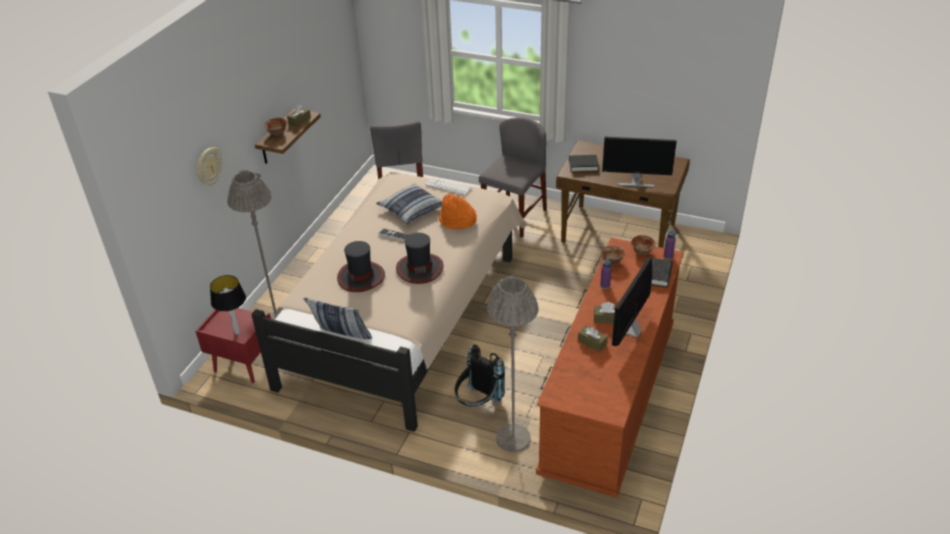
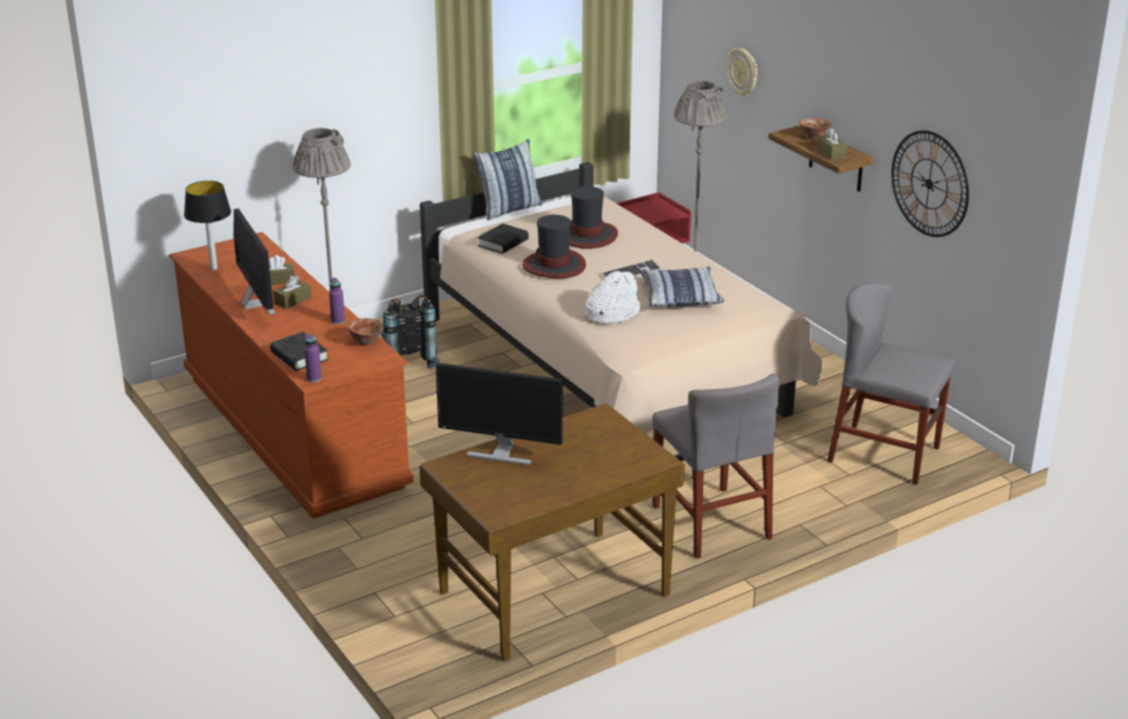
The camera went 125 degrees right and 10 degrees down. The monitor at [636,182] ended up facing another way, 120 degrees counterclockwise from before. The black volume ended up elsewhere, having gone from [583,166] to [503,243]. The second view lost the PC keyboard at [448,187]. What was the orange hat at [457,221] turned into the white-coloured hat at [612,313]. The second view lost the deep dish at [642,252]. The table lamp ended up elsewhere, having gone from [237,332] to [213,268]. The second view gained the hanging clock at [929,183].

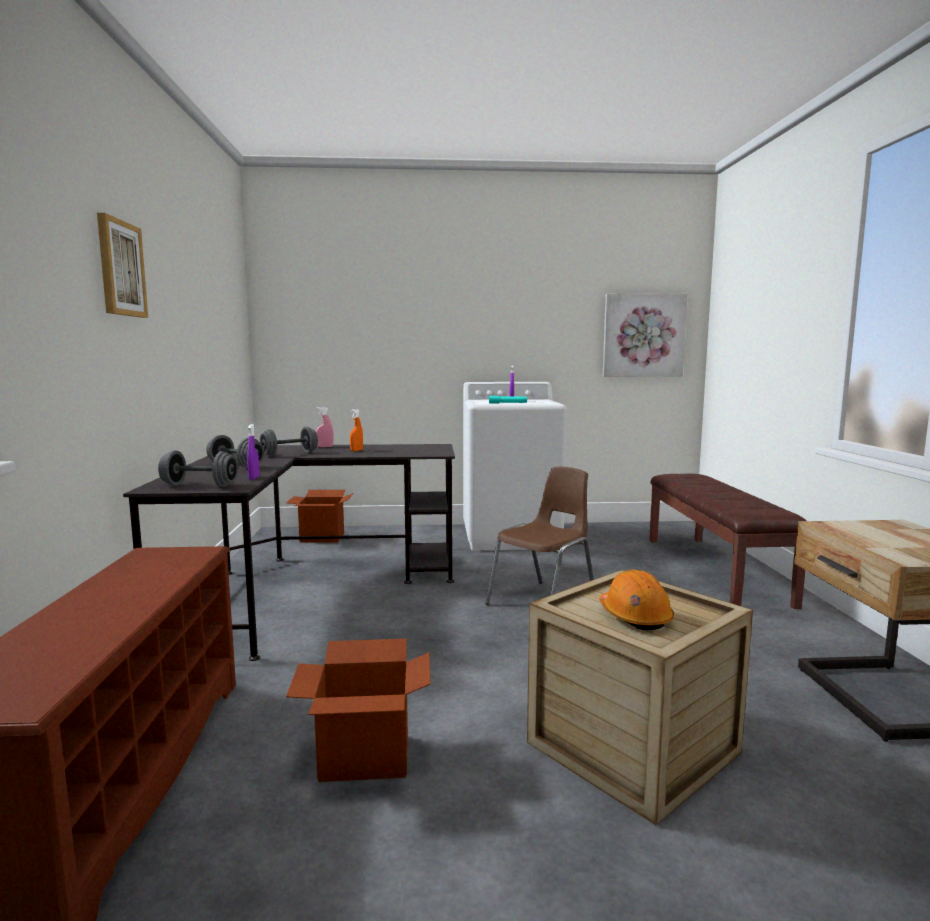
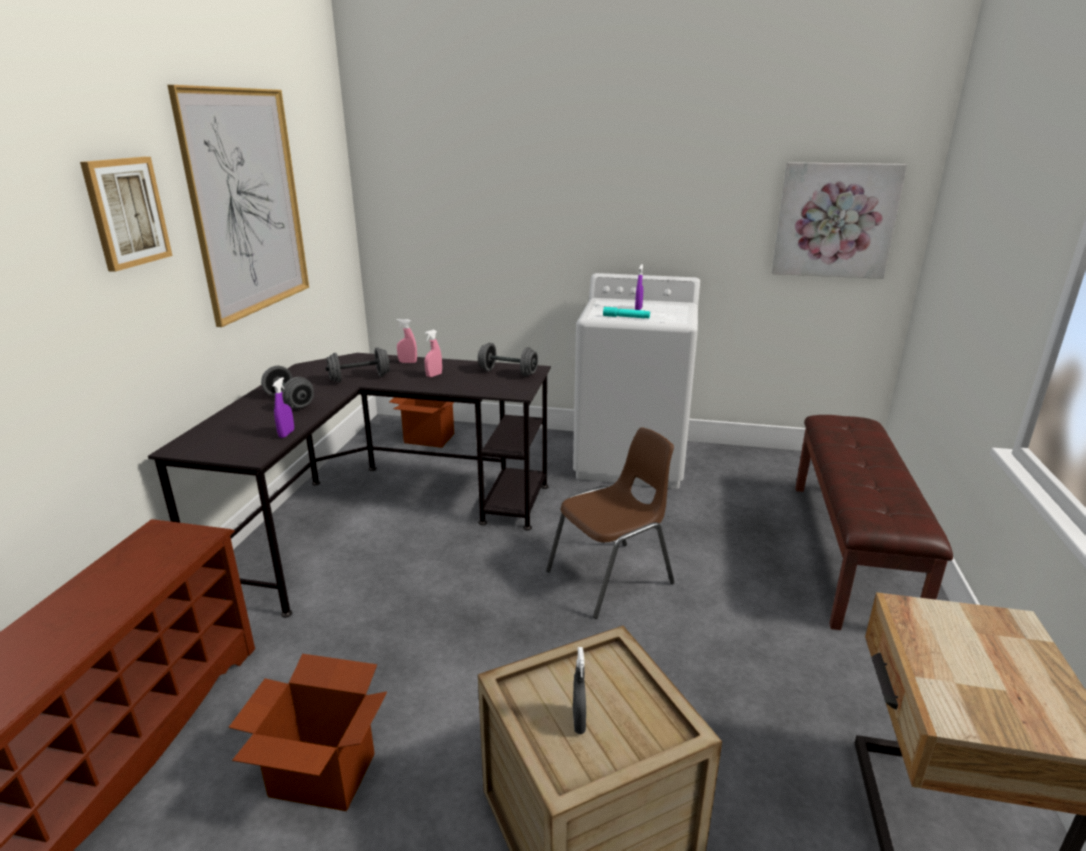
The camera went 15 degrees right and 15 degrees up. What was the orange spray bottle at [356,450] turned into the pink spray bottle at [434,375]. The greyish free weight ended up elsewhere, having gone from [200,485] to [508,372]. Where the orange hard hat stood at [635,616], the greyish spray bottle came to stand at [579,722]. The second view gained the wall art at [247,203].

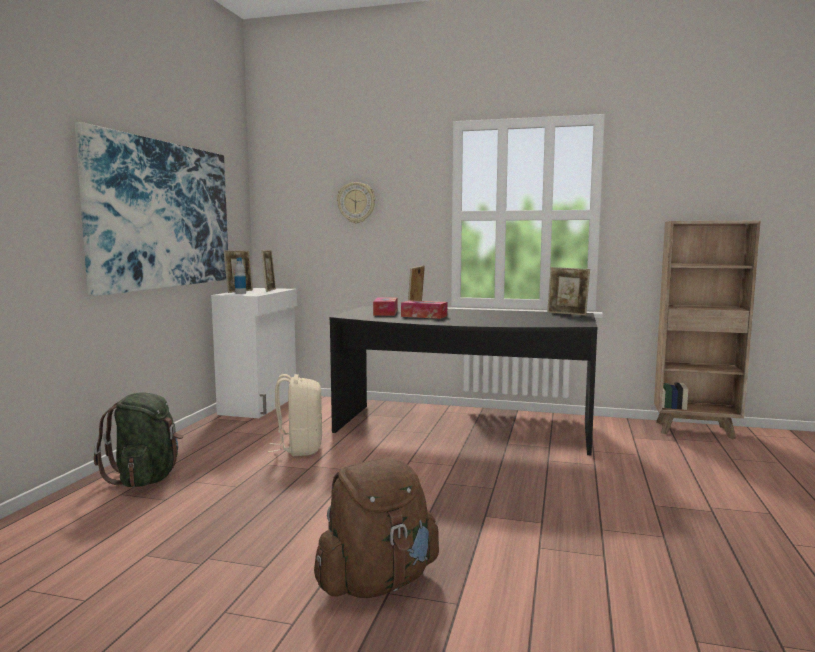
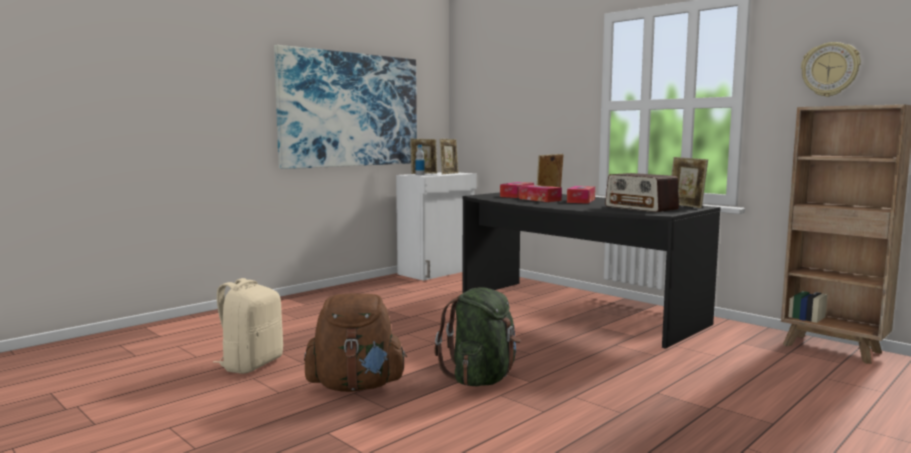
The camera went 30 degrees right and 0 degrees up. The hanging clock ended up elsewhere, having gone from [356,202] to [830,69]. The sand-coloured backpack ended up elsewhere, having gone from [299,448] to [251,364]. The greenish backpack ended up elsewhere, having gone from [146,479] to [481,378]. The second view gained the radio set at [641,208]. The second view gained the box of tissues at [581,201].

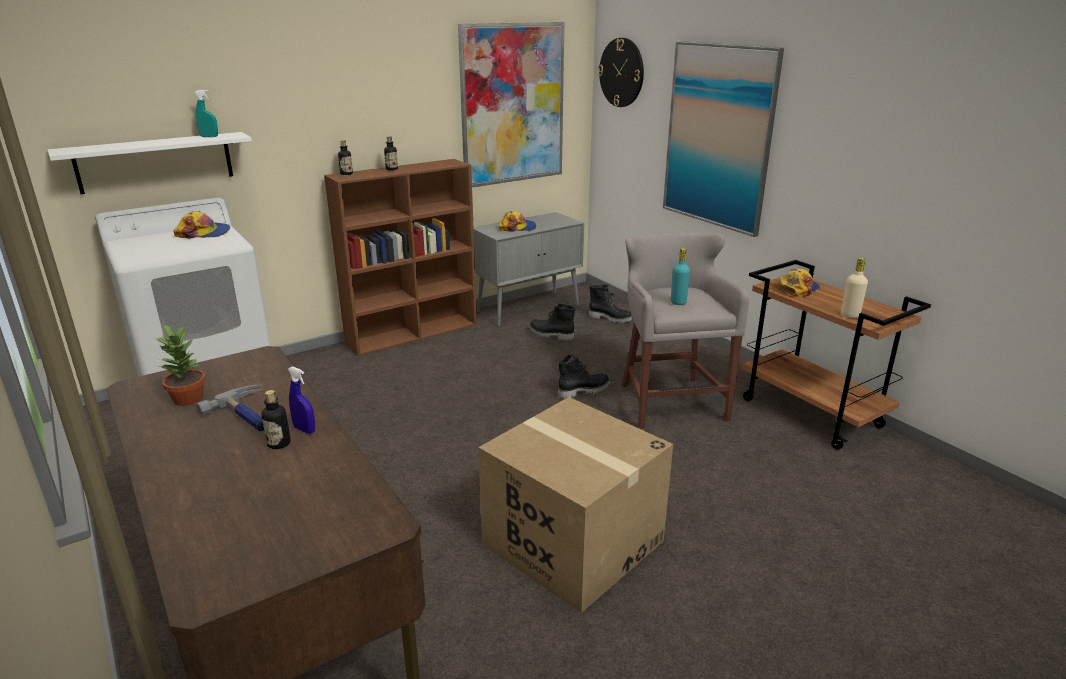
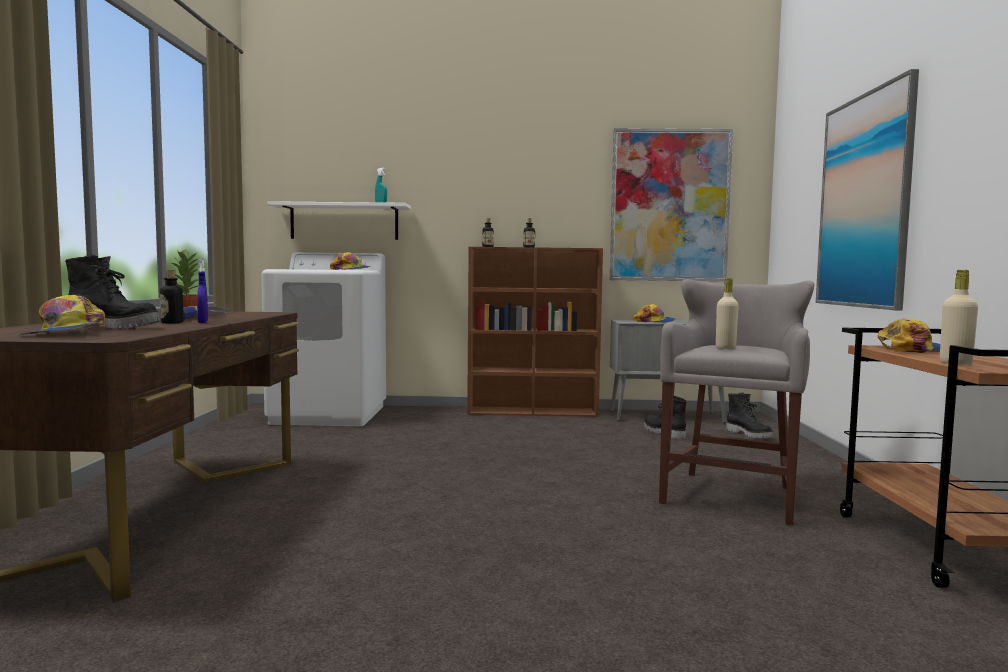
The camera went 35 degrees right and 20 degrees down. The second view lost the hanging clock at [621,72]. What was the turquoise-coloured beverage bottle at [678,302] turned into the sand-coloured beverage bottle at [725,348]. The black boot ended up elsewhere, having gone from [583,390] to [115,327]. The second view lost the packing box at [572,542]. The second view gained the cap at [65,333].

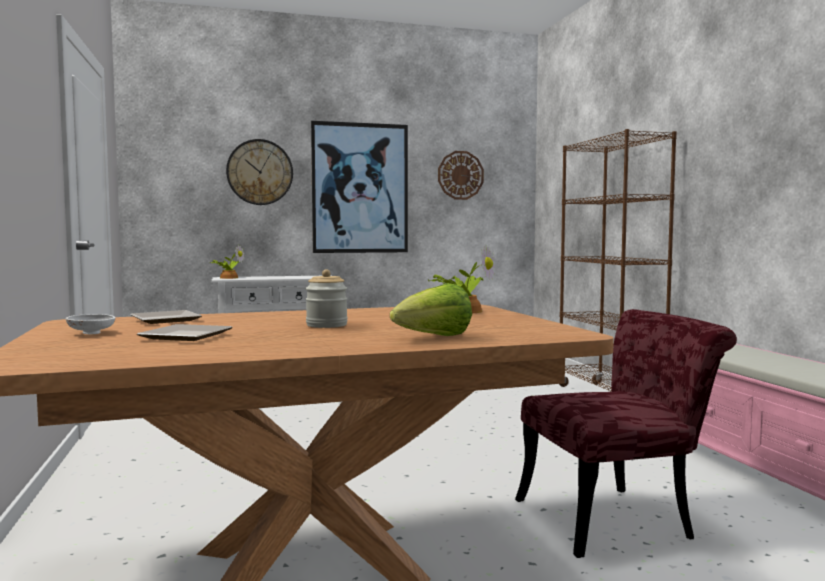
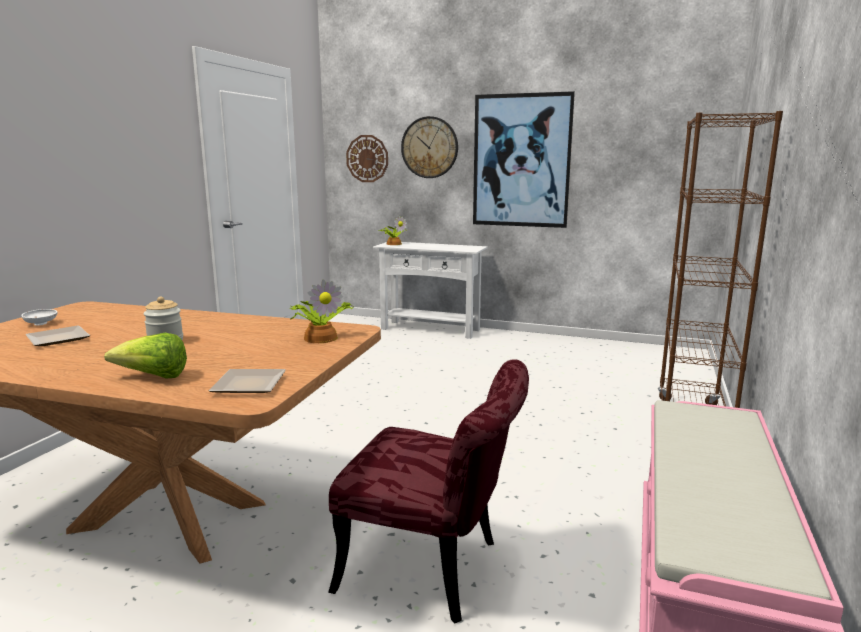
The camera went 35 degrees right and 10 degrees up. The hanging clock ended up elsewhere, having gone from [460,175] to [367,158]. The plate ended up elsewhere, having gone from [168,320] to [250,386].

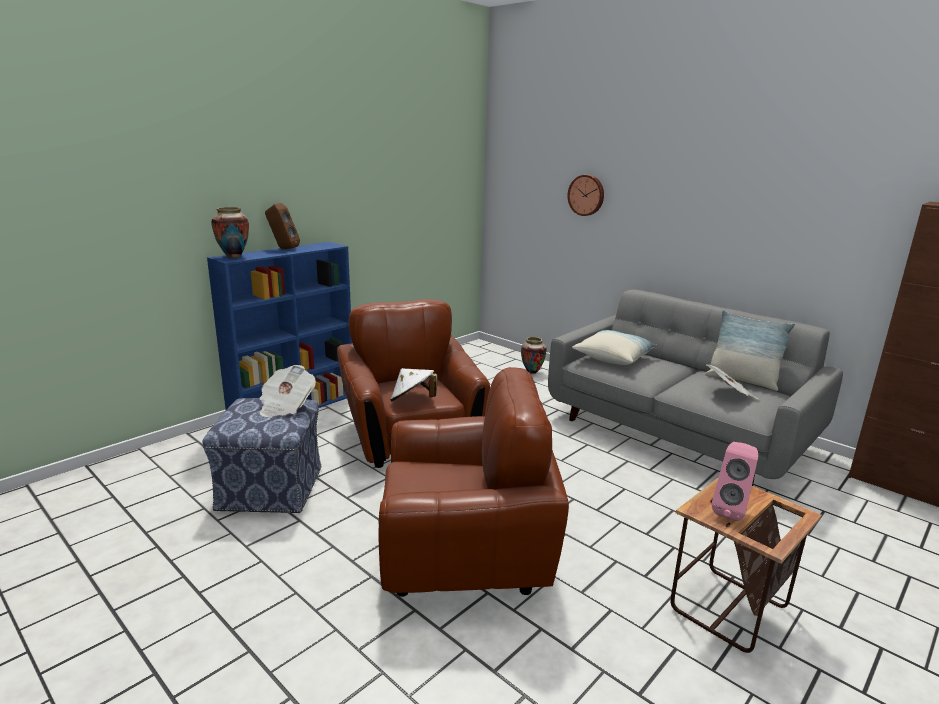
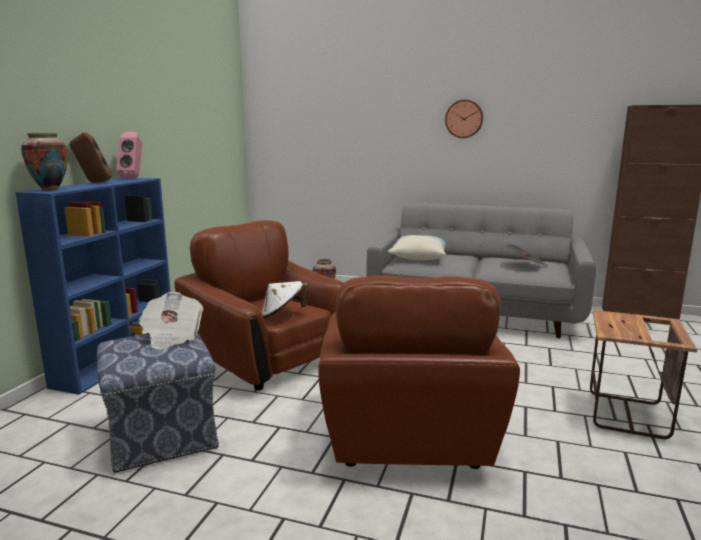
The camera went 25 degrees left and 5 degrees down. The hanging clock ended up elsewhere, having gone from [586,195] to [464,119]. The second view lost the pillow at [742,381]. The brownish armchair at [466,551] ended up facing another way, 120 degrees clockwise from before. The pink loudspeaker ended up elsewhere, having gone from [731,510] to [134,178].

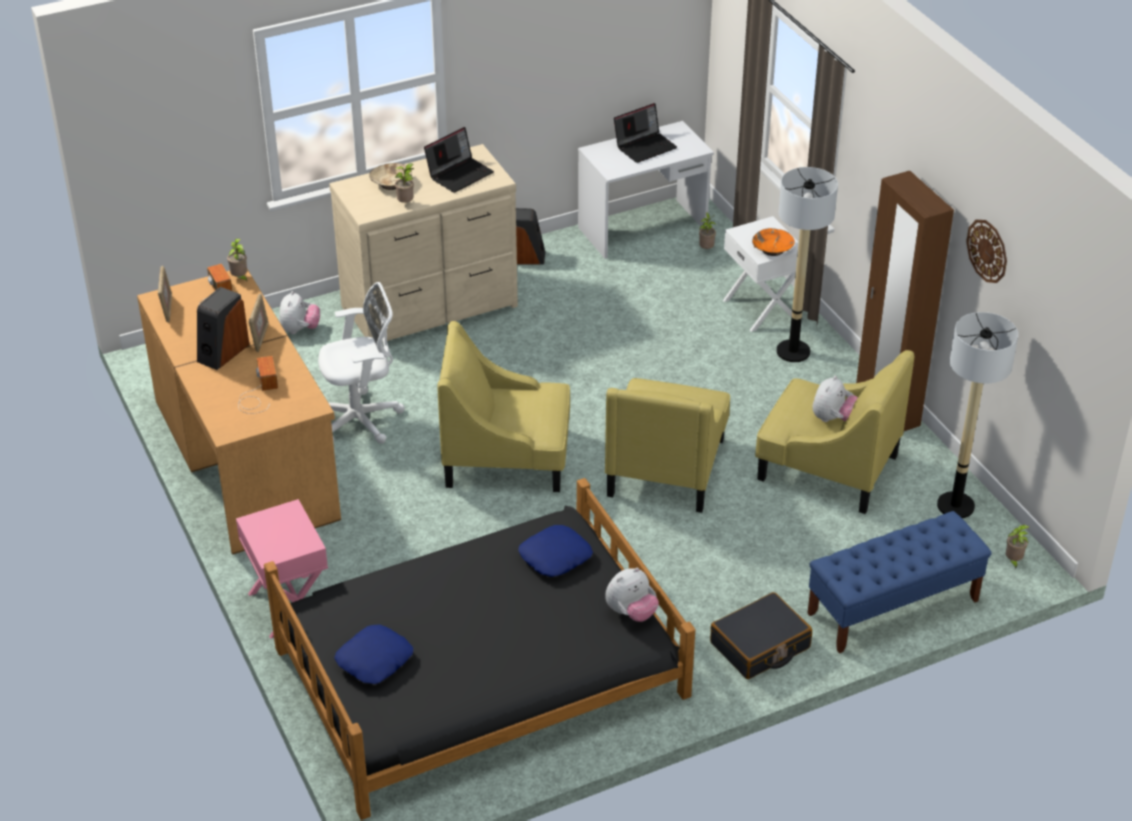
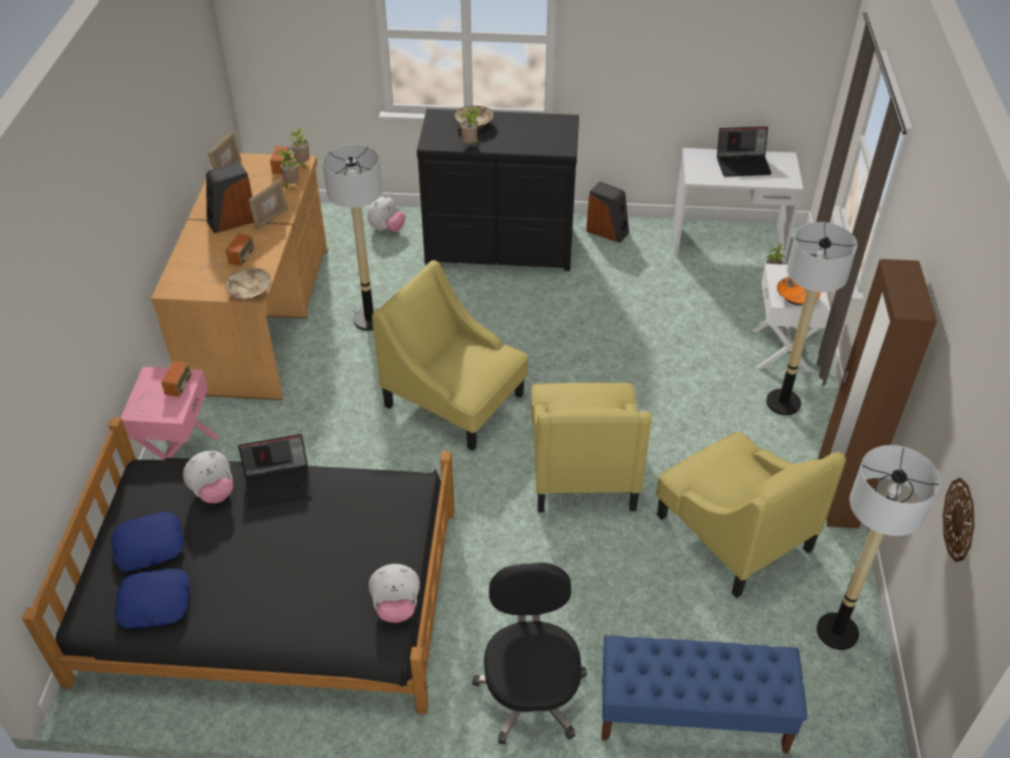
The camera went 30 degrees right and 5 degrees up. The portable computer ended up elsewhere, having gone from [460,174] to [279,483]. What was the sand-coloured dresser at [431,308] turned into the black dresser at [500,247]. The hanging clock ended up elsewhere, having gone from [987,250] to [960,519]. Where the white-coloured office chair stood at [361,419], the standing lamp came to stand at [369,320]. The soft toy ended up elsewhere, having gone from [833,418] to [214,492]. The yellow armchair at [666,466] ended up facing another way, 45 degrees counterclockwise from before. The blue-coloured pillow ended up elsewhere, having gone from [555,556] to [154,602]. The houseplant ended up elsewhere, having gone from [1013,561] to [291,185]. Where the black travel case stood at [760,646], the black office chair came to stand at [531,692]. The second view gained the sand-coloured deep dish at [249,291]. The second view gained the radio set at [161,396].

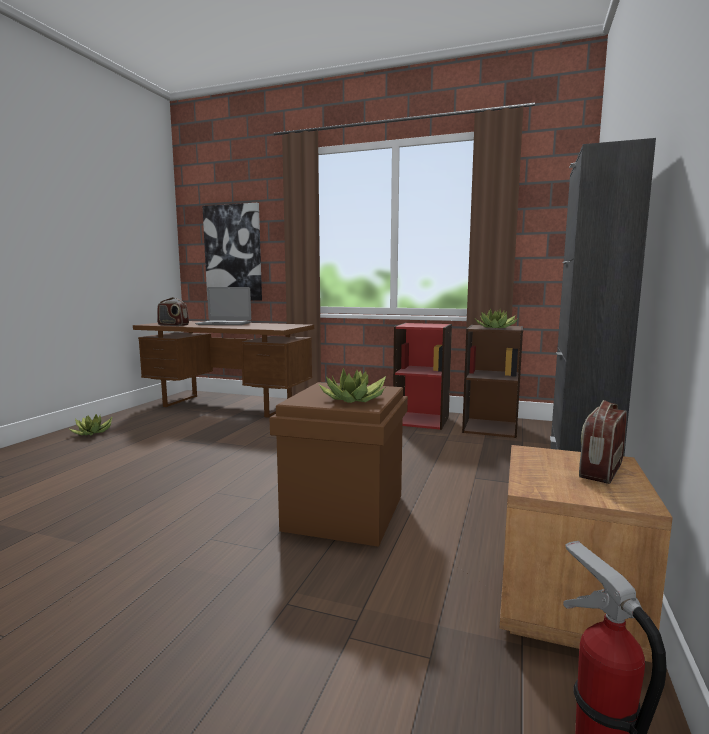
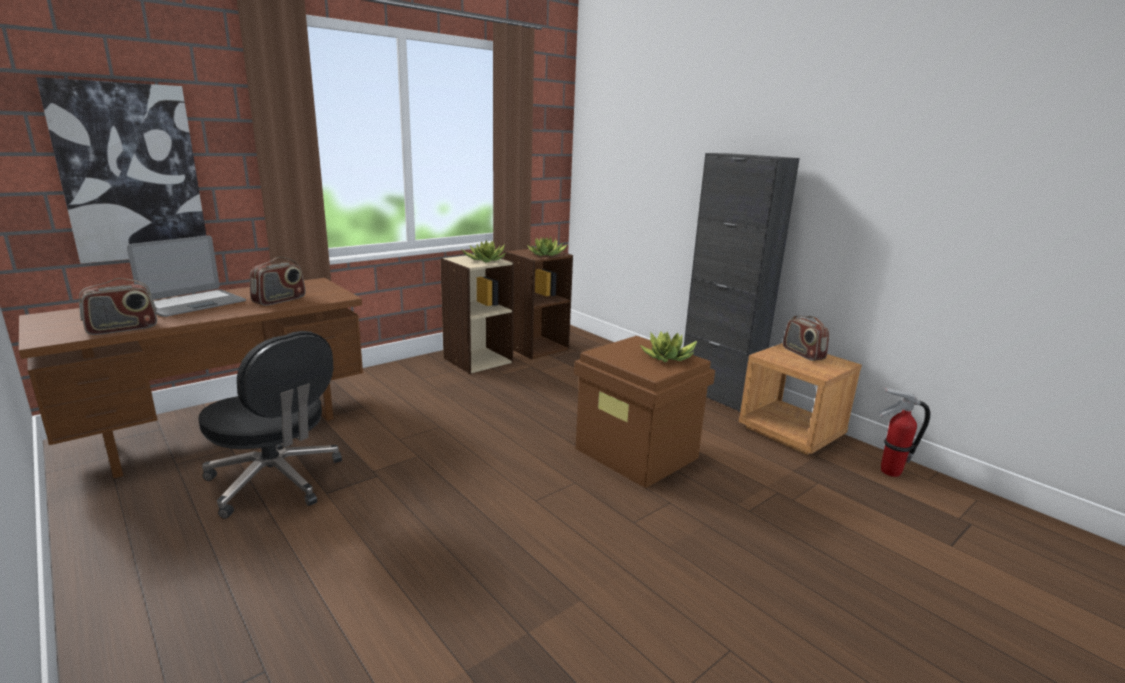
The camera went 60 degrees left and 10 degrees up. What was the red-coloured shelving unit at [421,420] turned into the sand-coloured shelving unit at [477,360]. The houseplant ended up elsewhere, having gone from [93,432] to [485,260]. The second view gained the radio set at [279,300]. The second view gained the black office chair at [276,481].

